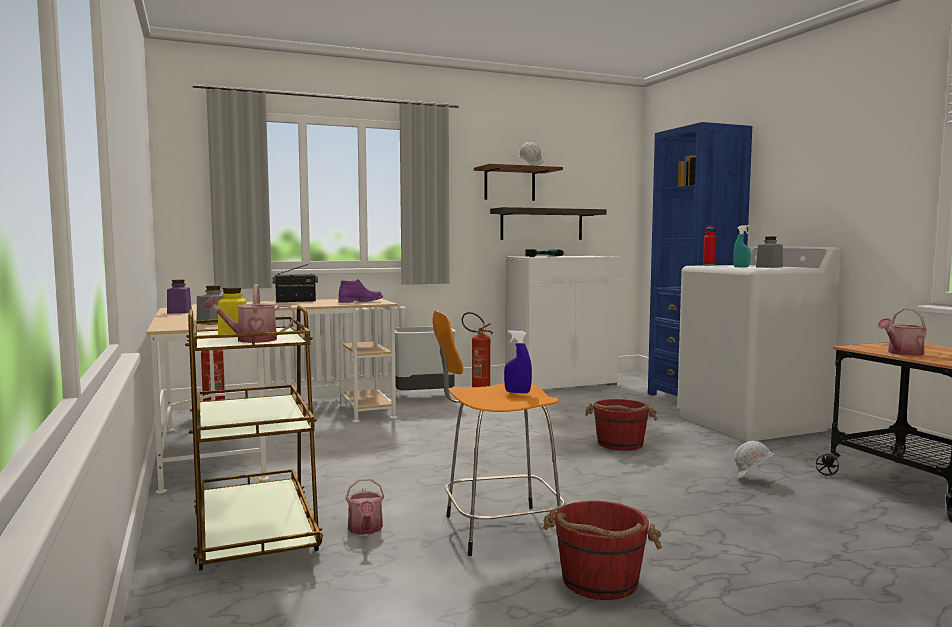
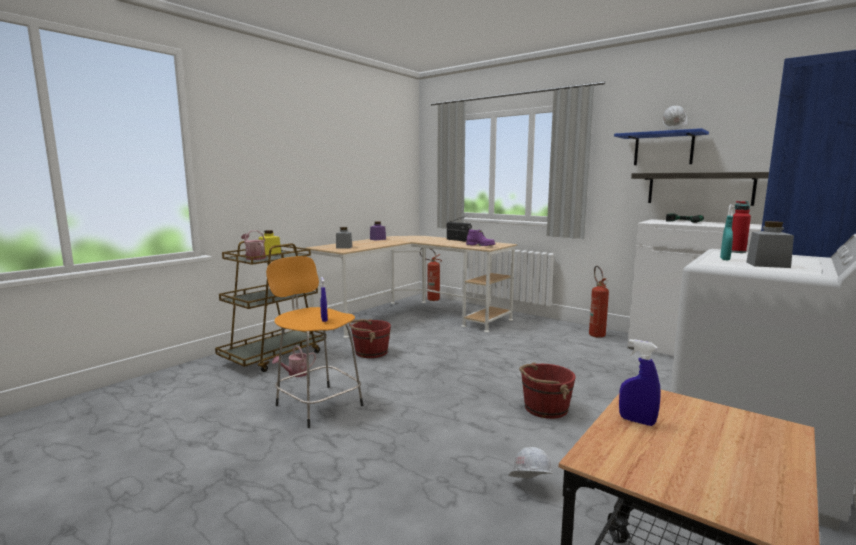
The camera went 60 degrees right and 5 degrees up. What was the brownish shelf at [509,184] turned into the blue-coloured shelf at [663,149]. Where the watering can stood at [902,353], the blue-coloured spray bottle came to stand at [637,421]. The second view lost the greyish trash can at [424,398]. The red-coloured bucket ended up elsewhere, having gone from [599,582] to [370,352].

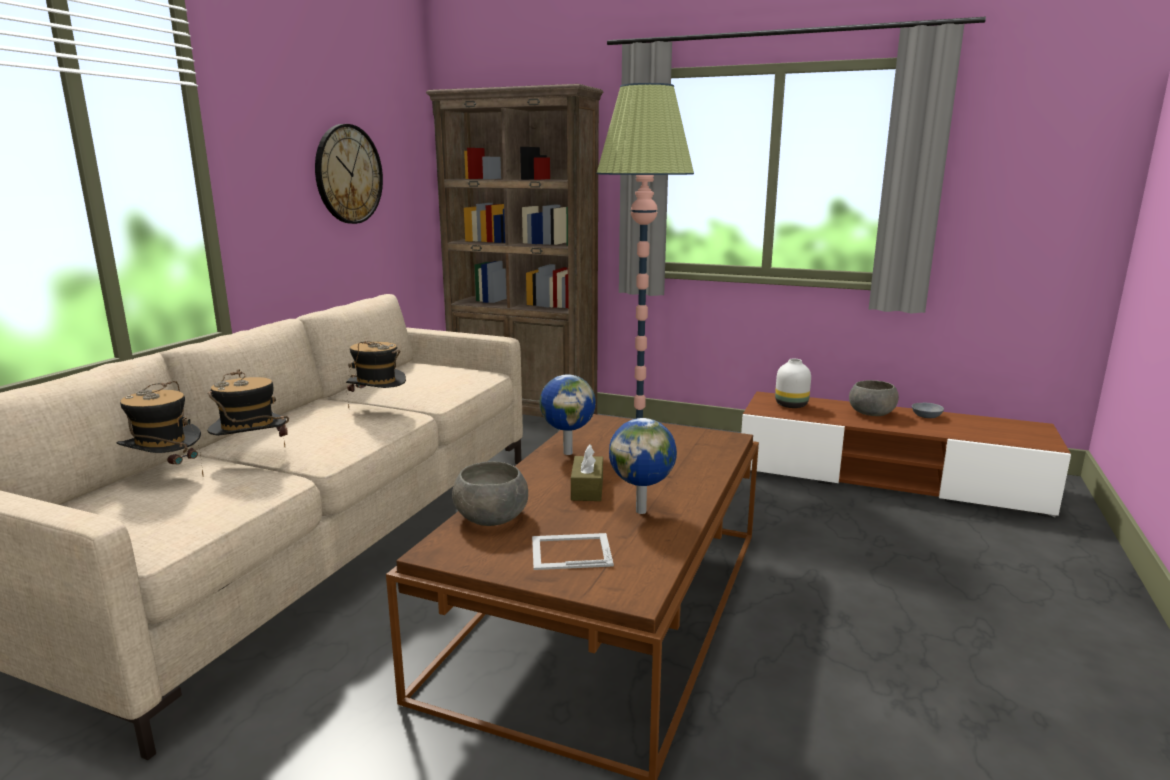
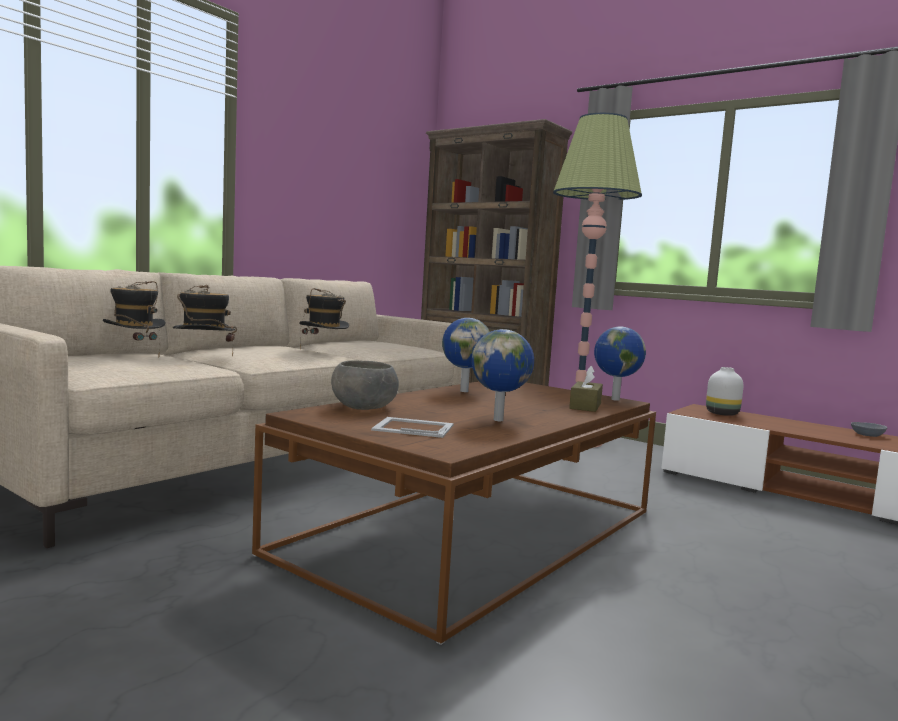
The camera went 15 degrees right and 10 degrees down. The second view lost the hanging clock at [348,174]. The second view lost the greyish deep dish at [871,413]. The brownish box of tissues ended up elsewhere, having gone from [587,489] to [585,406]. The second view gained the world globe at [614,399].

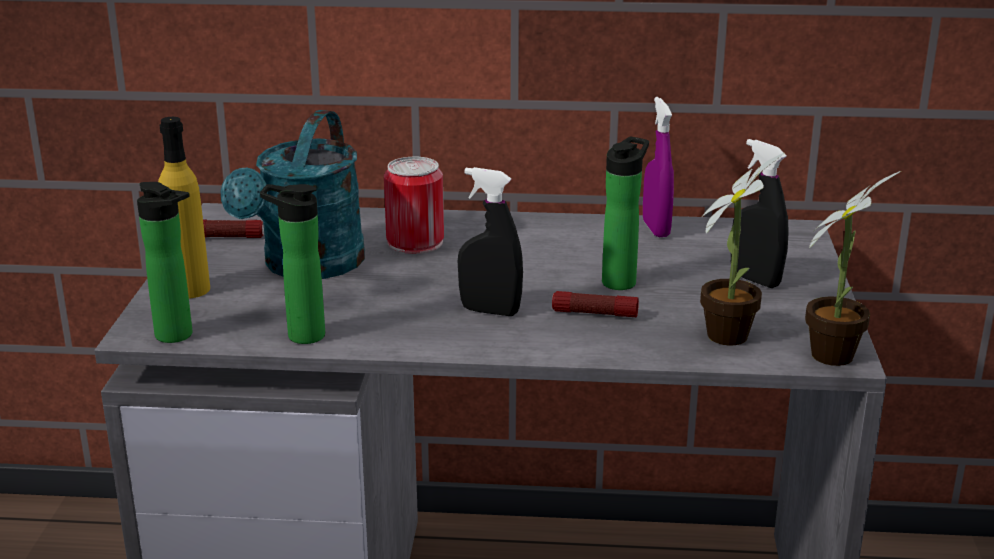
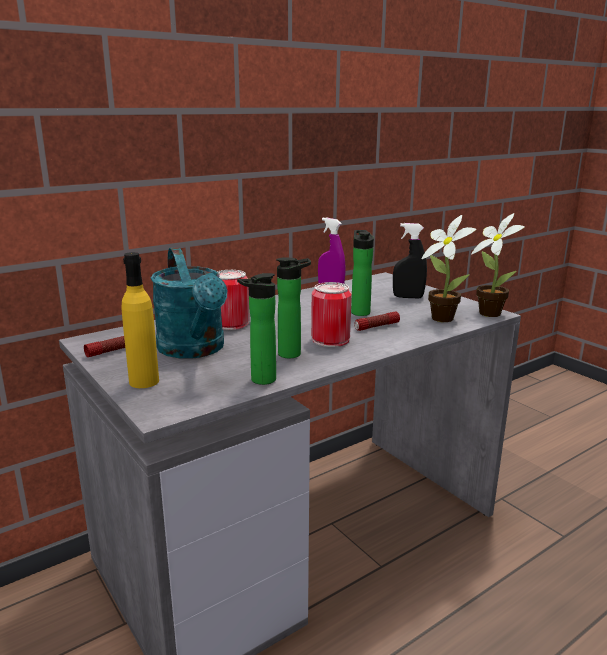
The camera went 40 degrees left and 5 degrees down. Where the black spray bottle stood at [490,311], the sealed can came to stand at [330,339]. The beverage bottle ended up elsewhere, having gone from [178,336] to [293,354].

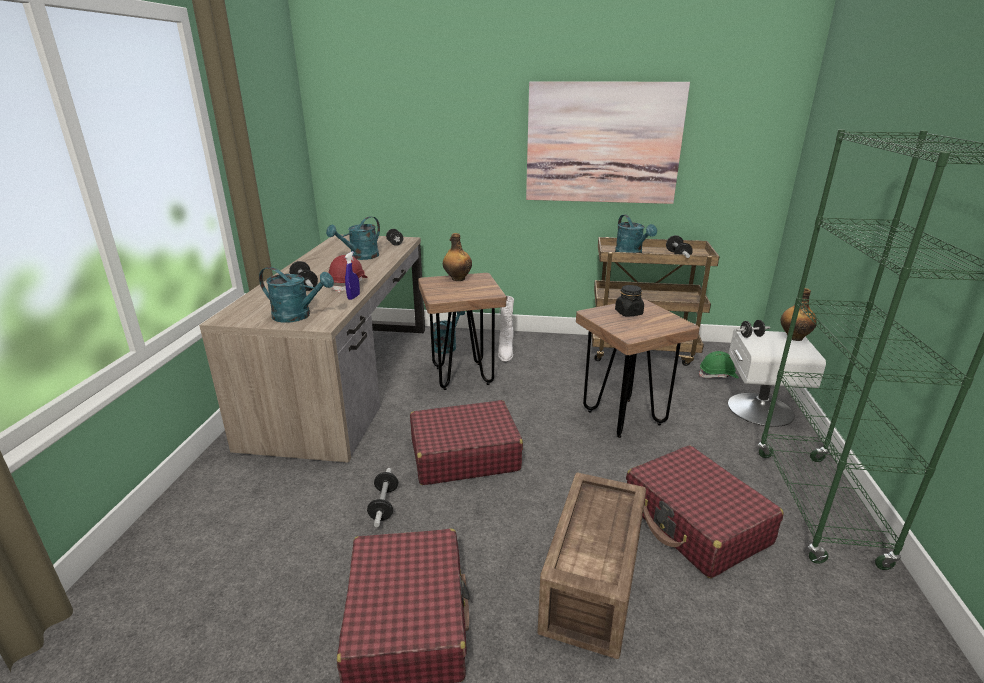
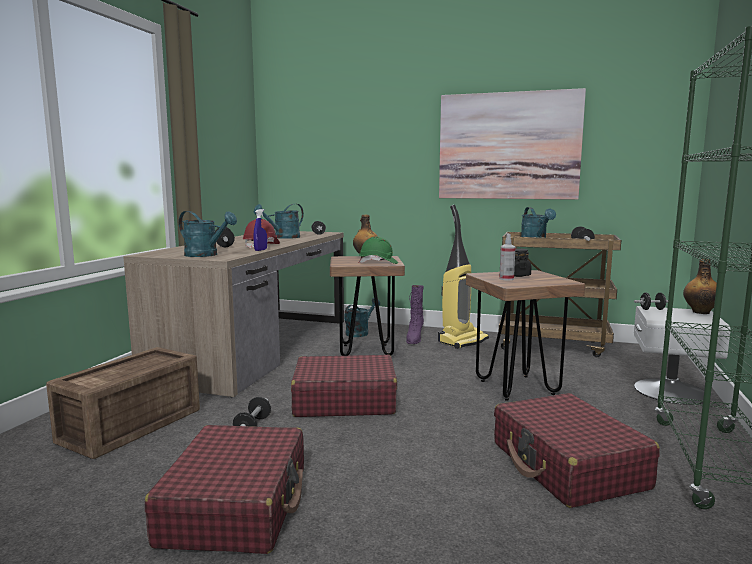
The camera went 10 degrees right and 15 degrees down. What was the white-coloured boot at [505,352] turned into the purplish boot at [414,339]. The greenish hard hat ended up elsewhere, having gone from [718,375] to [378,263]. The crate ended up elsewhere, having gone from [595,582] to [134,425]. The second view gained the vacuum at [462,341]. The second view gained the spray bottle at [506,279].

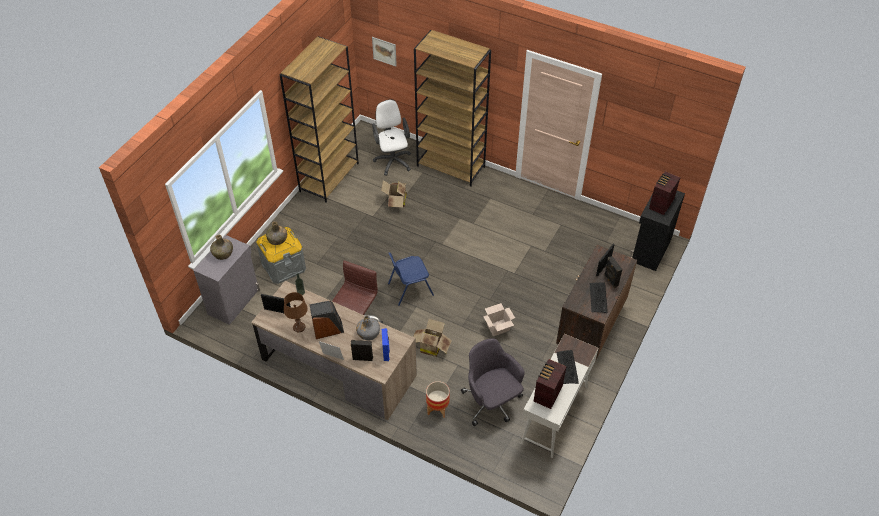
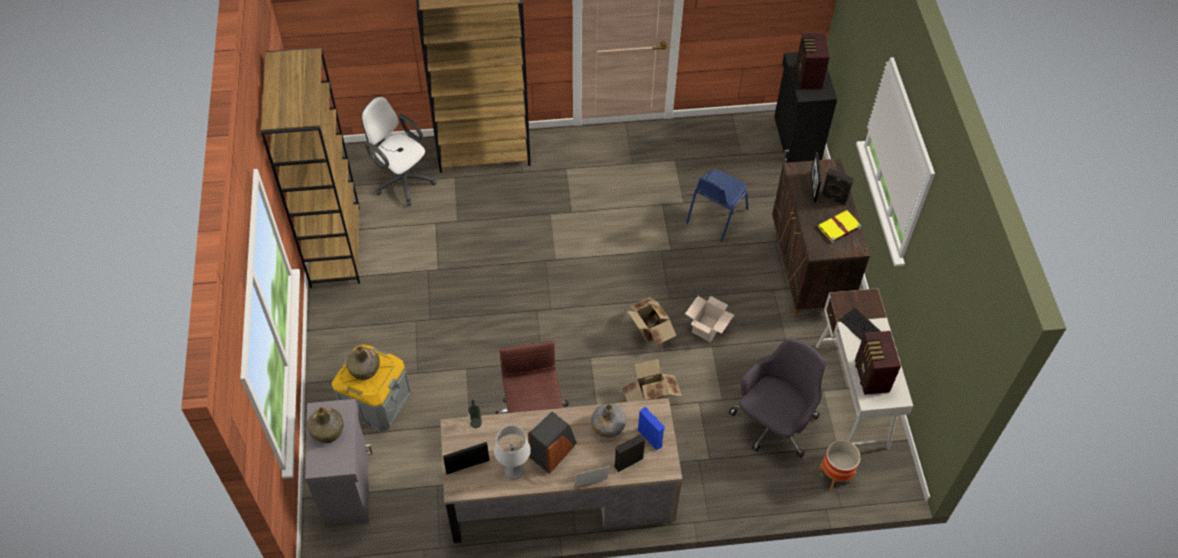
The camera went 35 degrees left and 5 degrees up. The second view lost the wall art at [384,51]. The packing box ended up elsewhere, having gone from [395,202] to [649,331]. The blue-coloured plain chair ended up elsewhere, having gone from [409,289] to [715,216]. Where the PC keyboard stood at [598,298], the yellow volume came to stand at [838,227]. What was the brownish table lamp at [299,327] turned into the greyish table lamp at [514,471]. The greyish office chair at [492,402] ended up facing another way, 105 degrees clockwise from before. The planter ended up elsewhere, having gone from [437,409] to [834,476].

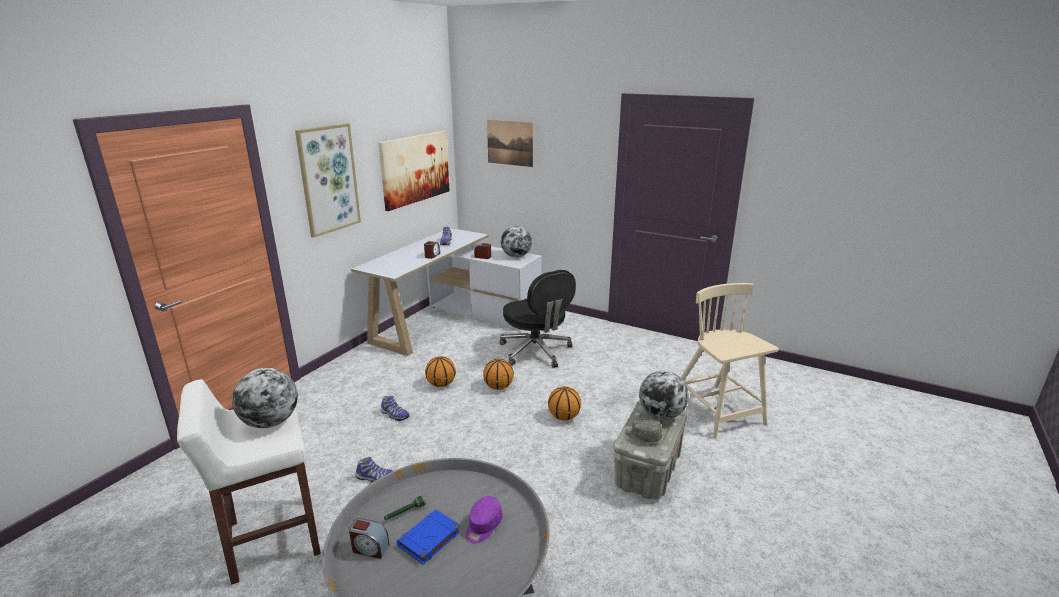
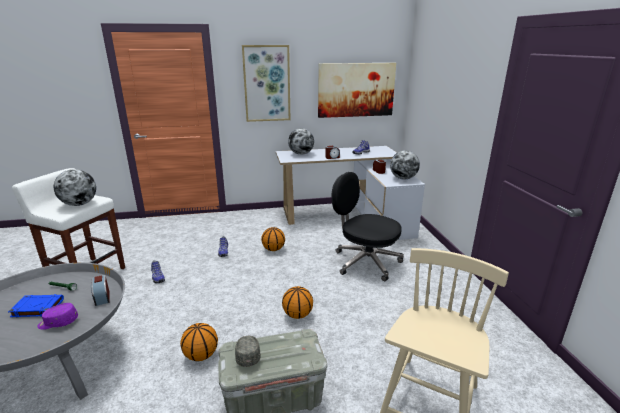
The camera went 50 degrees right and 0 degrees up. The second view lost the wall art at [510,143]. The black office chair at [536,351] ended up facing another way, 105 degrees clockwise from before. The basketball ball ended up elsewhere, having gone from [499,387] to [201,355]. The world globe ended up elsewhere, having gone from [661,415] to [301,154]. The bedside clock ended up elsewhere, having gone from [370,548] to [102,297].

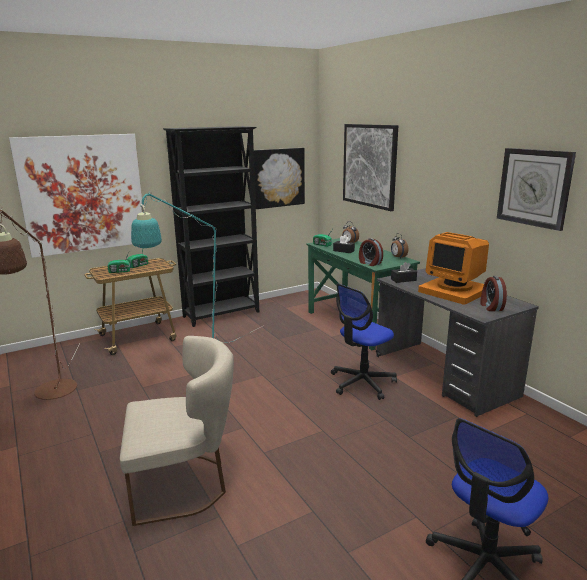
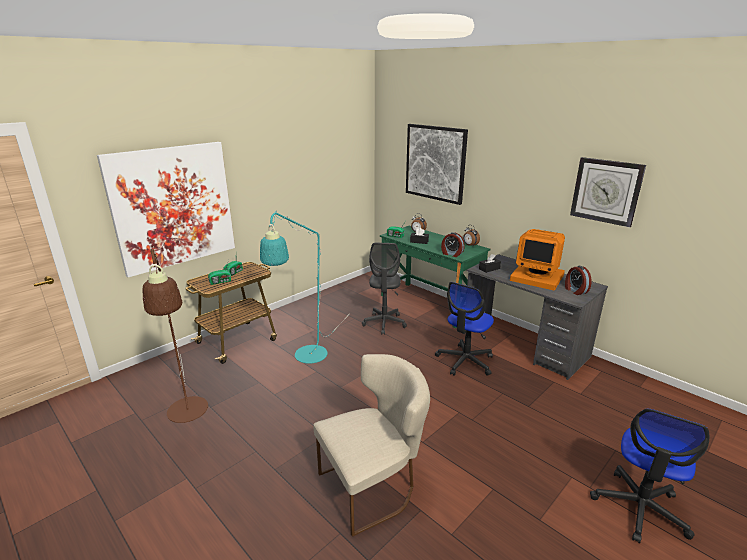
The camera went 15 degrees left and 5 degrees up. The second view lost the black shelving unit at [222,314]. The second view lost the wall art at [278,178]. The second view gained the greyish office chair at [384,323].

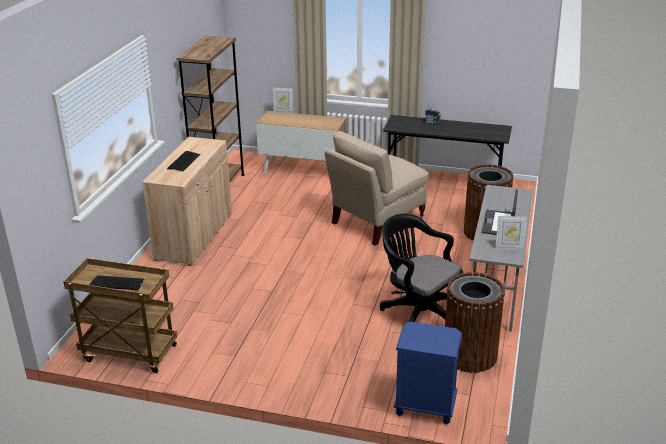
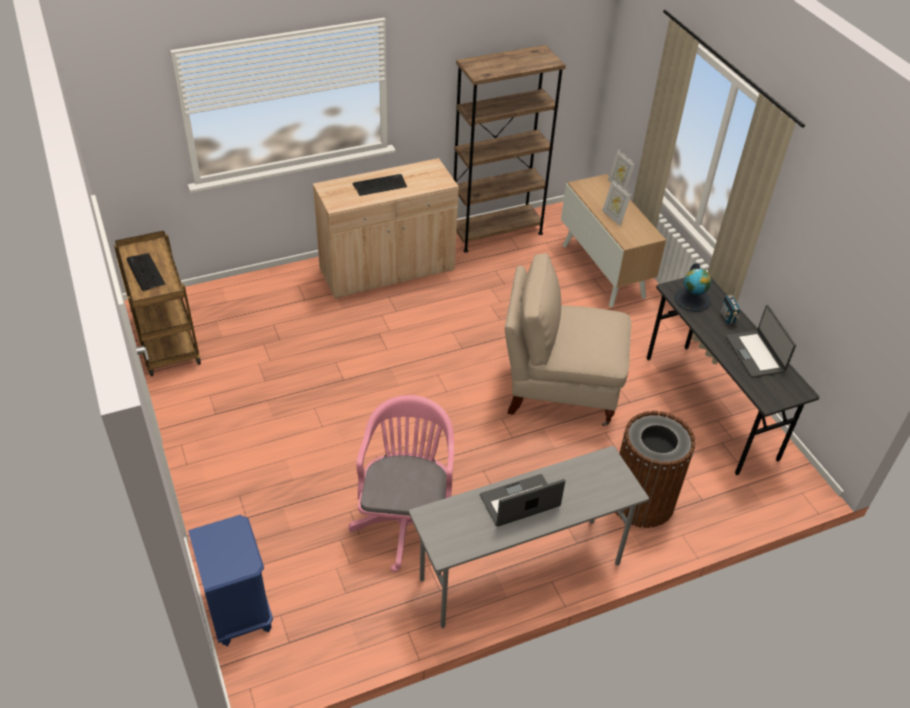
The camera went 50 degrees right and 15 degrees up. What was the black office chair at [418,312] turned into the pink office chair at [406,519]. The standing frame ended up elsewhere, having gone from [509,248] to [613,217]. The second view lost the brownish trash can at [470,355]. The second view gained the world globe at [692,299]. The second view gained the portable computer at [755,354].

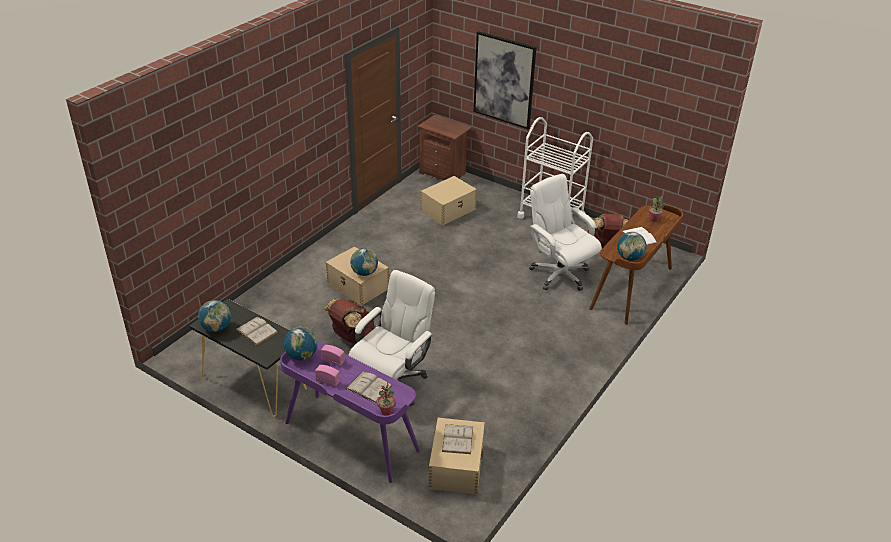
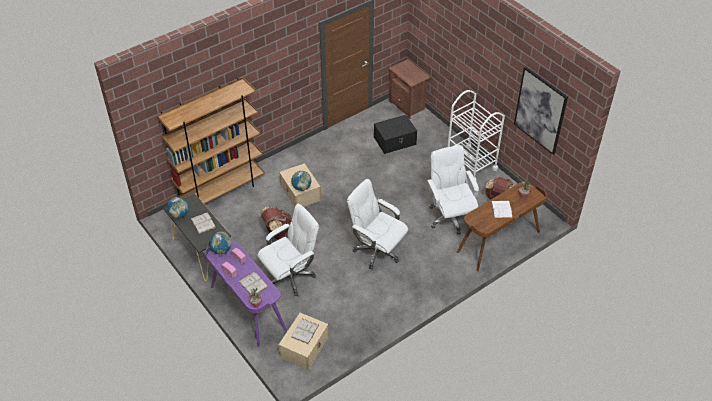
The camera went 20 degrees right and 10 degrees up. The wall art ended up elsewhere, having gone from [504,80] to [540,110]. What was the sand-coloured storage box at [448,210] turned into the black storage box at [395,140]. The second view lost the world globe at [629,258]. The second view gained the brownish shelving unit at [221,192]. The second view gained the white-coloured office chair at [376,251].

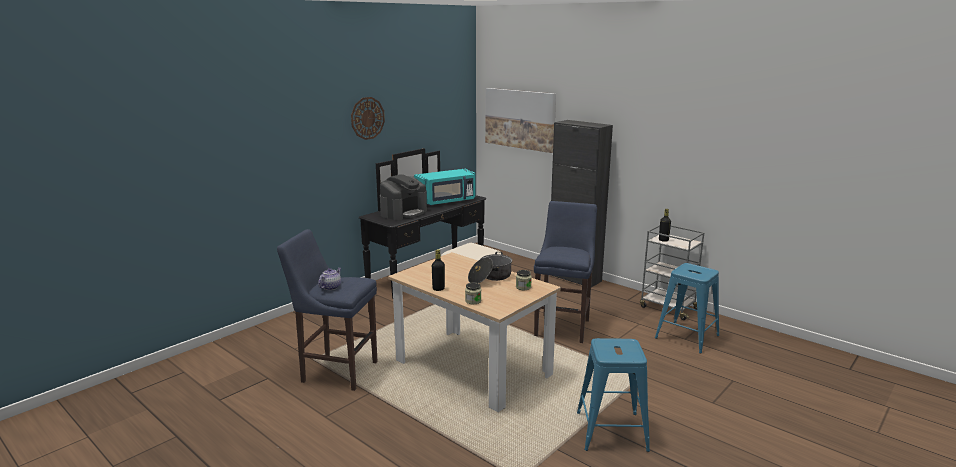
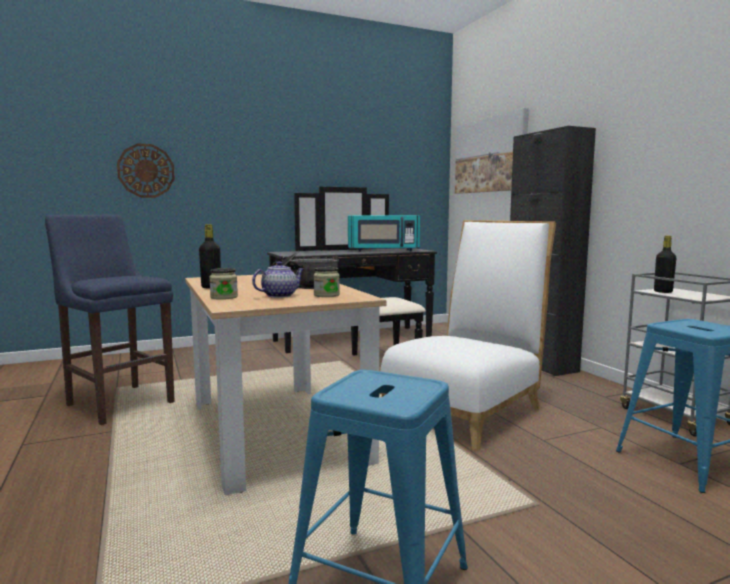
The camera went 25 degrees right and 10 degrees down. The hanging clock ended up elsewhere, having gone from [367,118] to [146,171]. The second view lost the coffee maker at [404,213]. Where the blue-coloured sitting stool stood at [563,326], the white-coloured plain chair came to stand at [466,410]. The pot for tea ended up elsewhere, having gone from [331,287] to [280,295].

